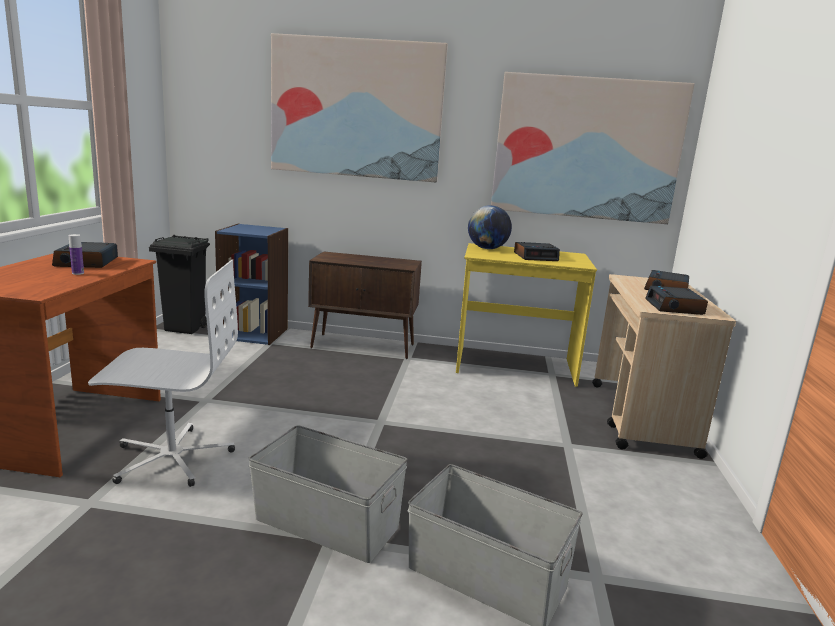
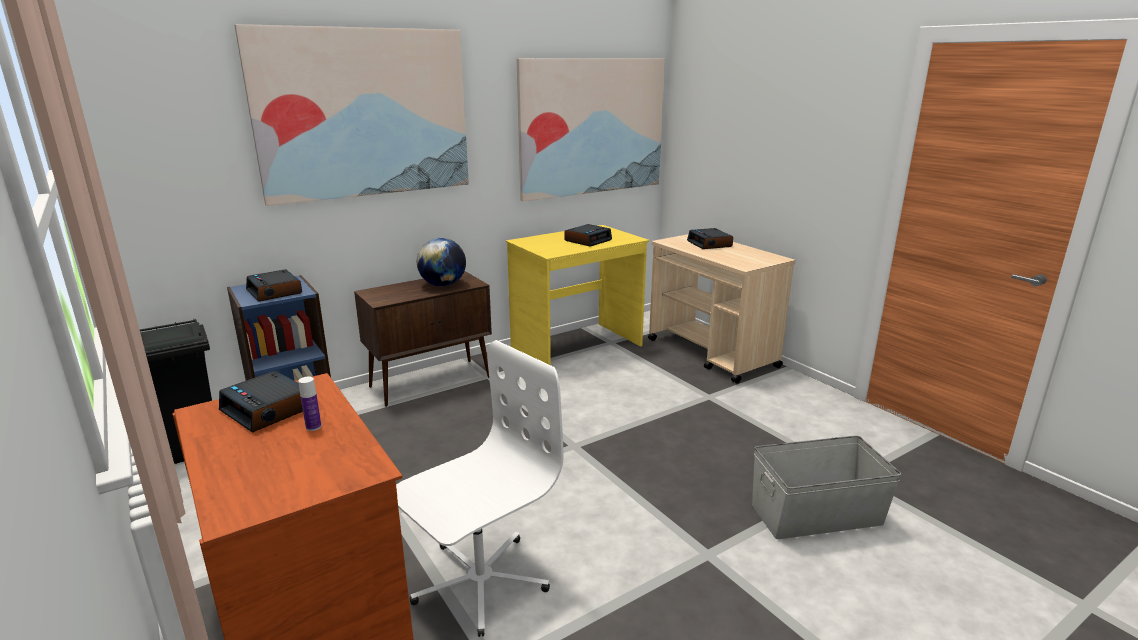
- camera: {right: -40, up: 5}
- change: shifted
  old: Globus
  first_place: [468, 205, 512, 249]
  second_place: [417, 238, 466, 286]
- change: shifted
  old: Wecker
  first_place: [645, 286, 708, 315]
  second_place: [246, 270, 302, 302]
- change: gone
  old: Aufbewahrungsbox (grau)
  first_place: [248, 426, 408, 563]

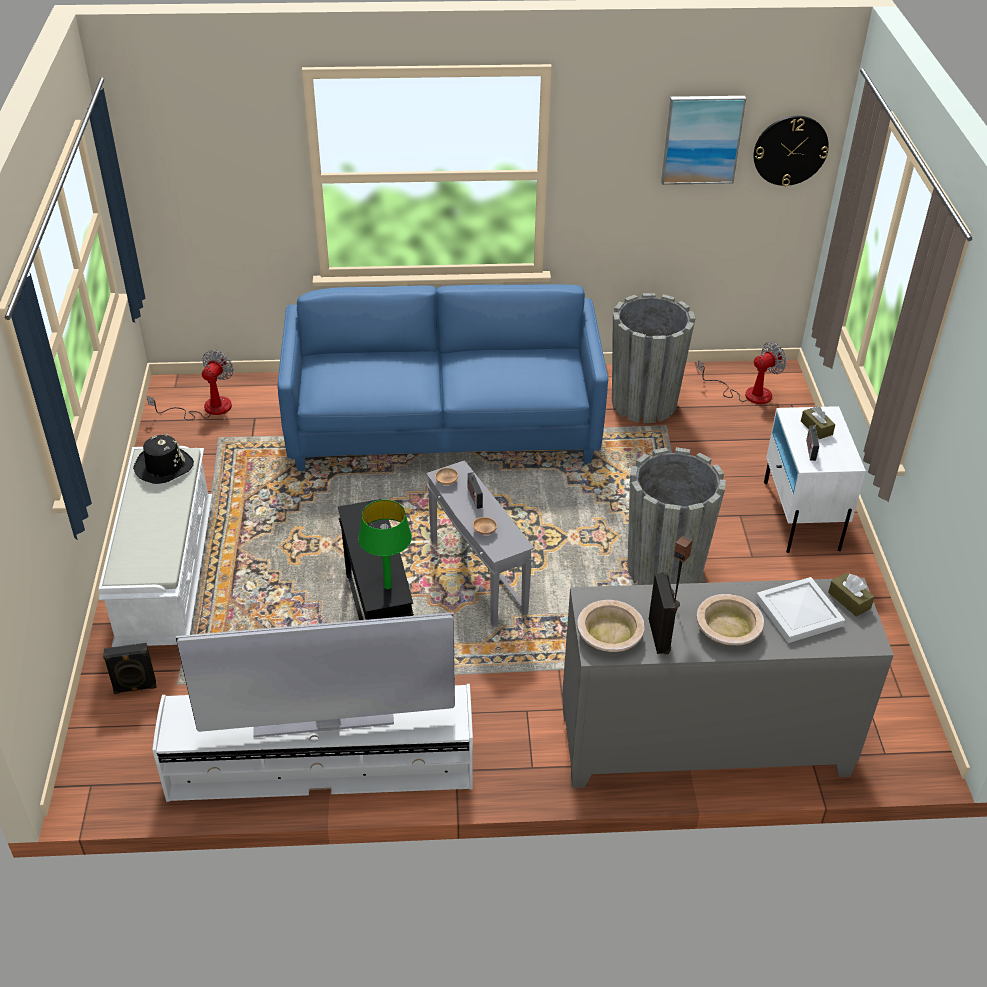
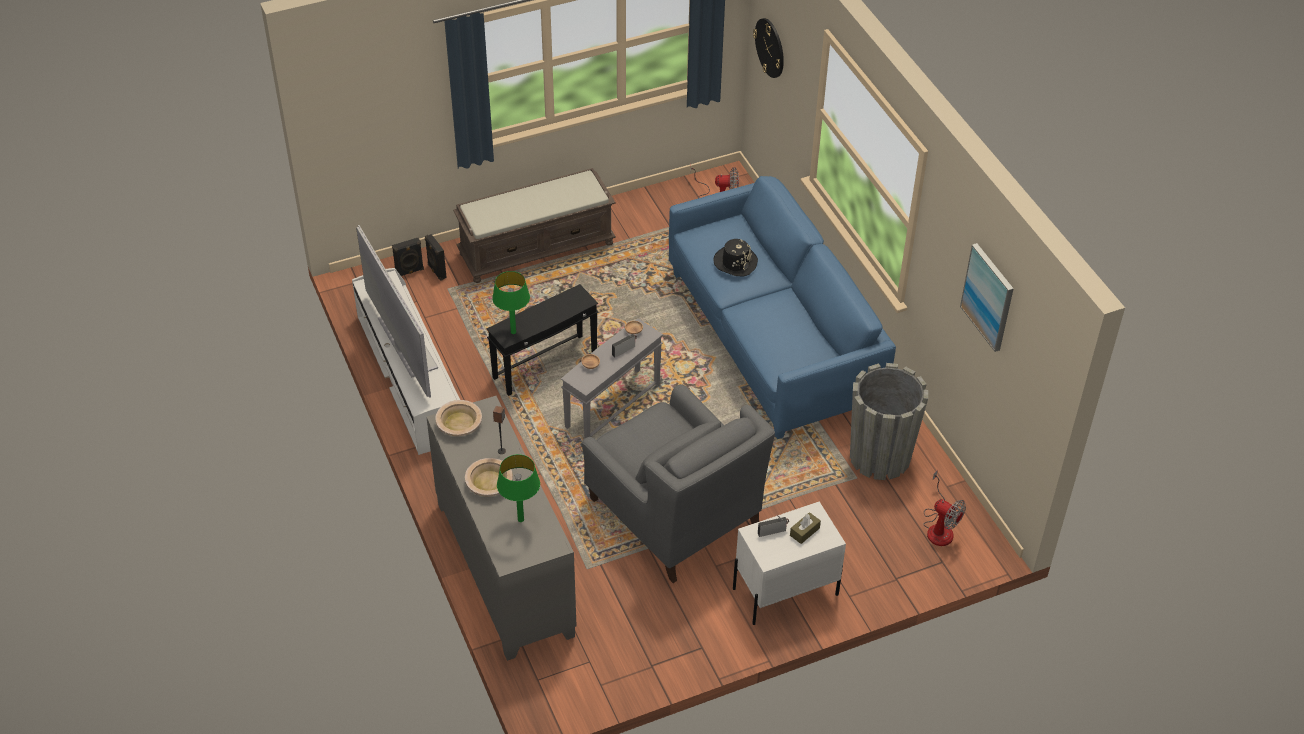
- camera: {right: 70, up: 5}
- change: shifted
  old: Wanduhr
  first_place: [754, 116, 829, 186]
  second_place: [753, 18, 784, 78]
- change: shifted
  old: Hut (schwarz)
  first_place: [133, 434, 194, 484]
  second_place: [713, 239, 758, 276]
- change: repainted
  old: Bank (weiß)
  new: Bank (braun)
  first_place: [98, 446, 212, 647]
  second_place: [453, 168, 616, 283]
- change: swapped
  old: Pflanzkübel (grau)
  new: Sessel (grau)
  first_place: [627, 447, 726, 585]
  second_place: [581, 384, 775, 583]
- change: shifted
  old: Lautsprecher (schwarz)
  first_place: [649, 572, 678, 654]
  second_place: [392, 238, 424, 276]
- change: gone
  old: Taschentuchbox (braun)
  first_place: [828, 573, 874, 617]
- change: swapped
  old: Tablett (weiß)
  new: Tischlampe (grün)
  first_place: [756, 577, 845, 643]
  second_place: [497, 454, 540, 522]

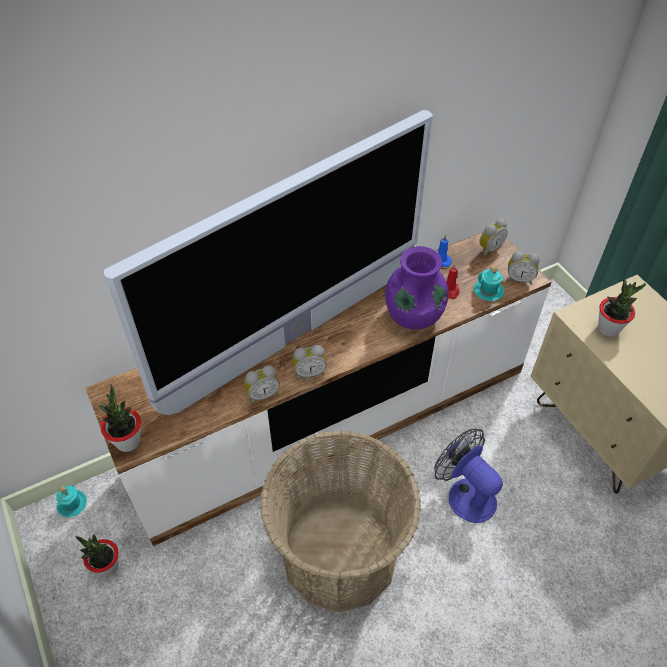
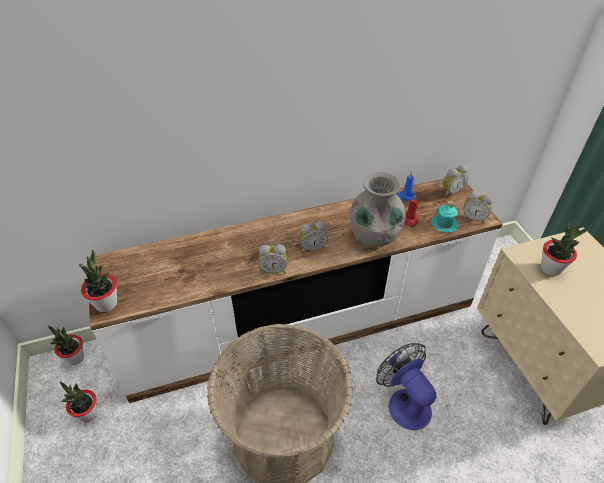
- camera: {right: 10, up: -5}
- change: gone
  old: Fernseher
  first_place: [104, 110, 433, 415]
- change: repainted
  old: Vase (lila)
  new: Vase (grau)
  first_place: [385, 246, 449, 330]
  second_place: [350, 172, 406, 247]
- change: shifted
  old: Wecker
  first_place: [244, 365, 280, 404]
  second_place: [299, 221, 328, 253]
- change: swapped
  old: Henkelbecher (türkis)
  new: Topfpflanze
  first_place: [56, 485, 87, 517]
  second_place: [48, 325, 84, 365]

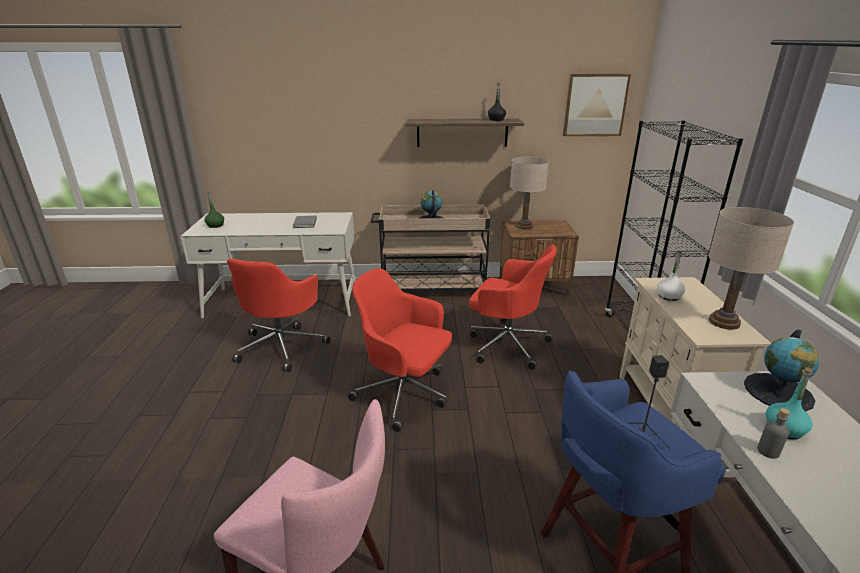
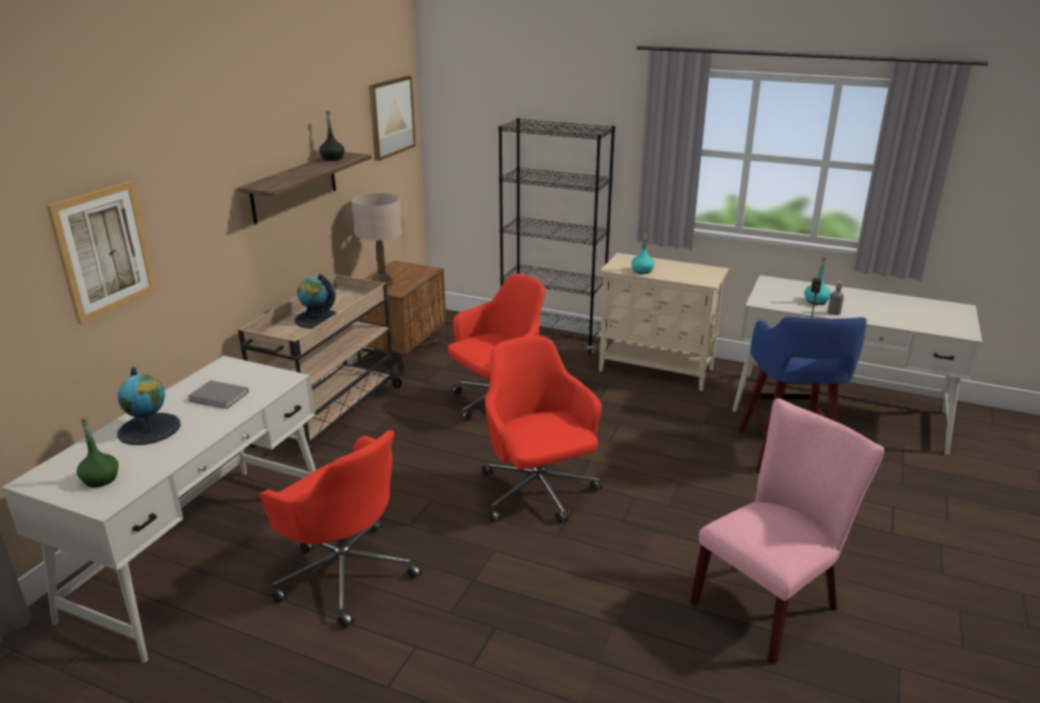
- camera: {right: -65, up: 0}
- change: gone
  old: Tischlampe (beige)
  first_place: [708, 207, 794, 330]
- change: repainted
  old: Flasche (weiß)
  new: Flasche (türkis)
  first_place: [657, 250, 685, 301]
  second_place: [631, 229, 655, 274]
- change: rotated
  old: Bürostuhl (rot)
  first_place: [348, 268, 452, 432]
  second_place: [482, 336, 602, 523]
  degrees: 105
- change: shifted
  old: Globus
  first_place: [744, 330, 819, 412]
  second_place: [117, 367, 180, 445]
- change: new
  new: Bild
  second_place: [47, 181, 157, 324]

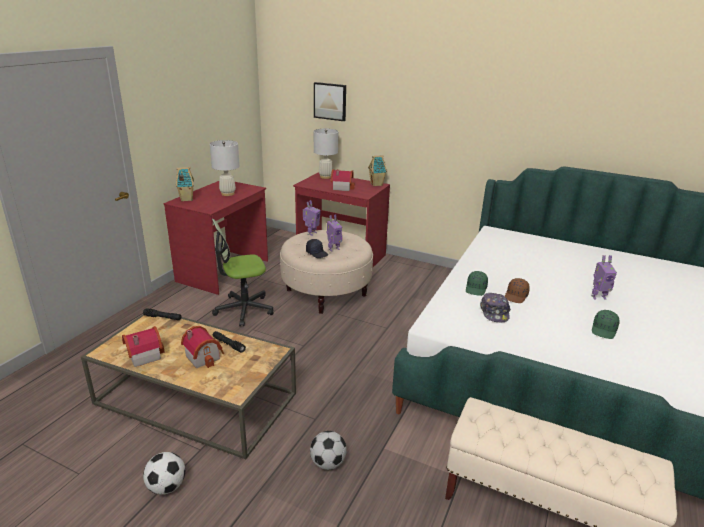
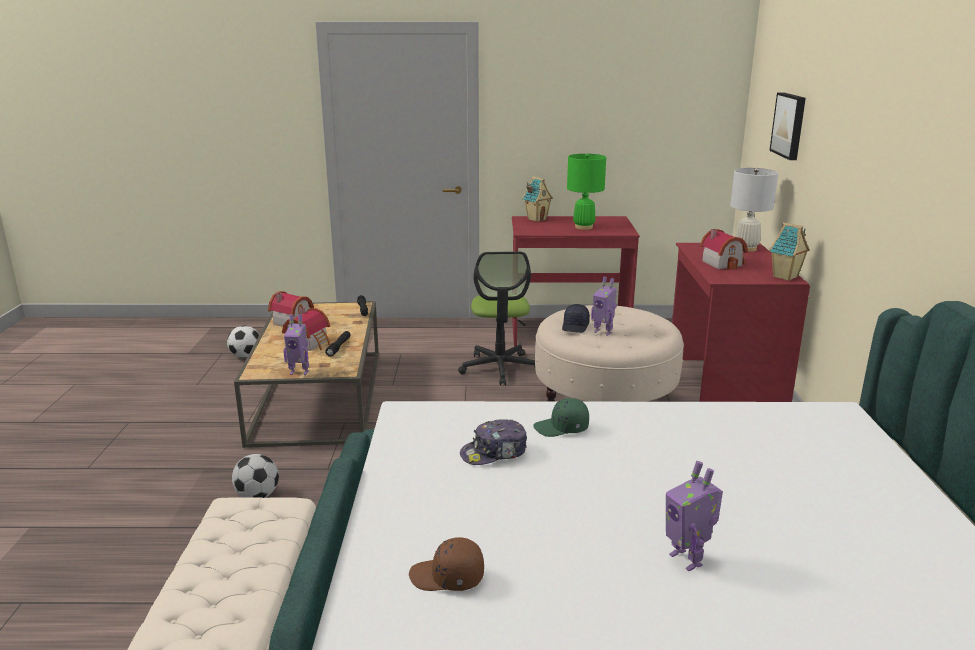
- camera: {right: 65, up: -5}
- change: repainted
  old: Tischlampe (weiß)
  new: Tischlampe (grün)
  first_place: [210, 140, 240, 196]
  second_place: [567, 153, 606, 230]
- change: shifted
  old: Spielzeugroboter
  first_place: [303, 200, 321, 236]
  second_place: [284, 314, 309, 375]
- change: rotated
  old: Bürostuhl
  first_place: [212, 219, 274, 326]
  second_place: [458, 251, 535, 385]
  degrees: -135
- change: shifted
  old: Kappe (braun)
  first_place: [504, 278, 530, 303]
  second_place: [409, 537, 484, 591]
- change: gone
  old: Kappe (grün)
  first_place: [592, 310, 619, 339]
- change: shifted
  old: Fußball
  first_place: [143, 452, 185, 495]
  second_place: [227, 326, 259, 358]

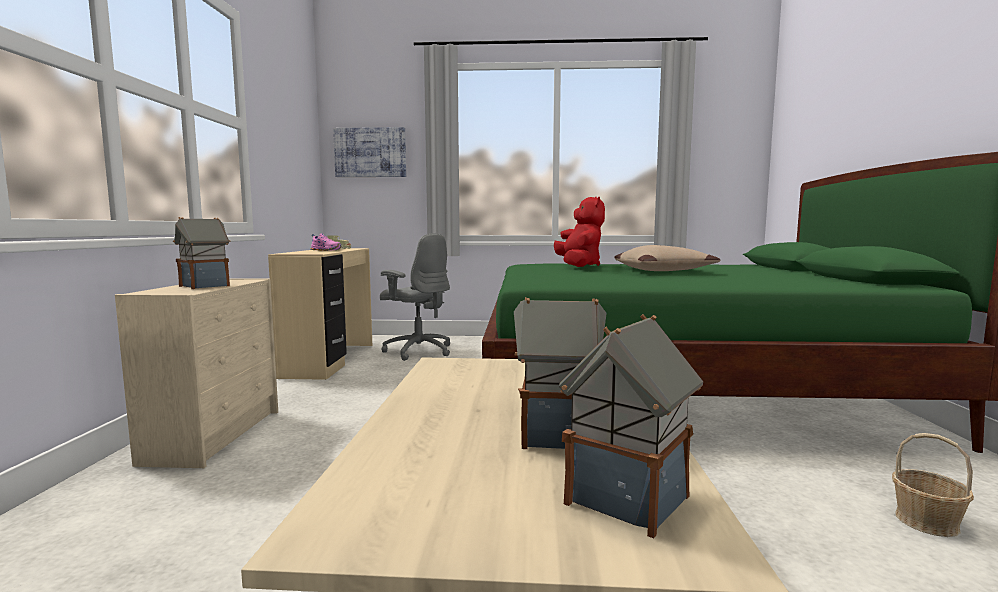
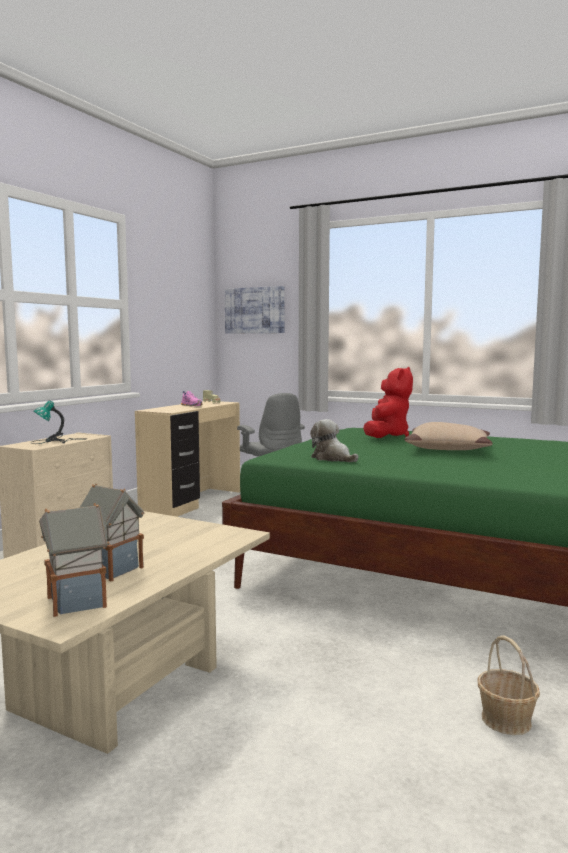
- camera: {right: 25, up: 0}
- change: swapped
  old: Spielzeughaus
  new: Tischlampe
  first_place: [173, 217, 230, 289]
  second_place: [31, 401, 88, 444]
- change: new
  new: Plüschtier
  second_place: [310, 419, 358, 462]

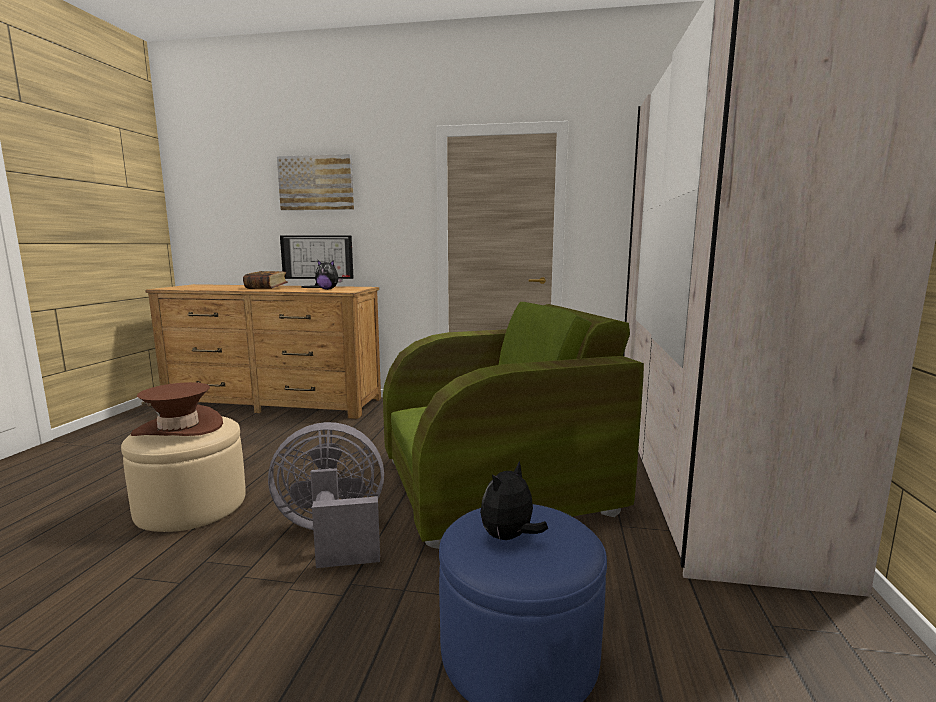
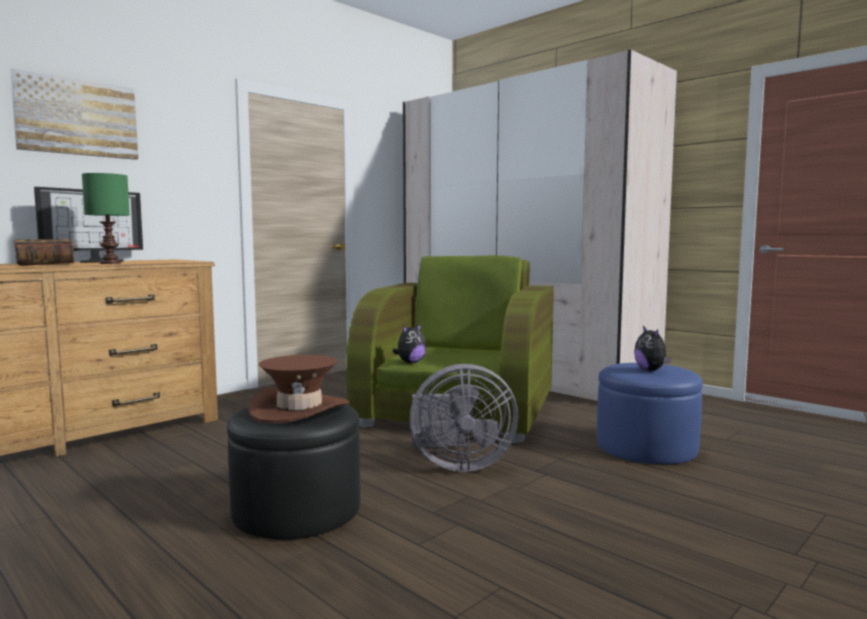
- camera: {right: -55, up: -5}
- change: shifted
  old: Plüschtier
  first_place: [315, 260, 342, 290]
  second_place: [392, 324, 426, 363]
- change: repainted
  old: Polsterhocker (beige)
  new: Polsterhocker (schwarz)
  first_place: [121, 416, 246, 532]
  second_place: [227, 404, 360, 540]
- change: rotated
  old: Ventilator (grau)
  first_place: [268, 422, 384, 568]
  second_place: [410, 364, 518, 472]
  degrees: -120
- change: new
  new: Tischlampe (grün)
  second_place: [82, 173, 130, 264]

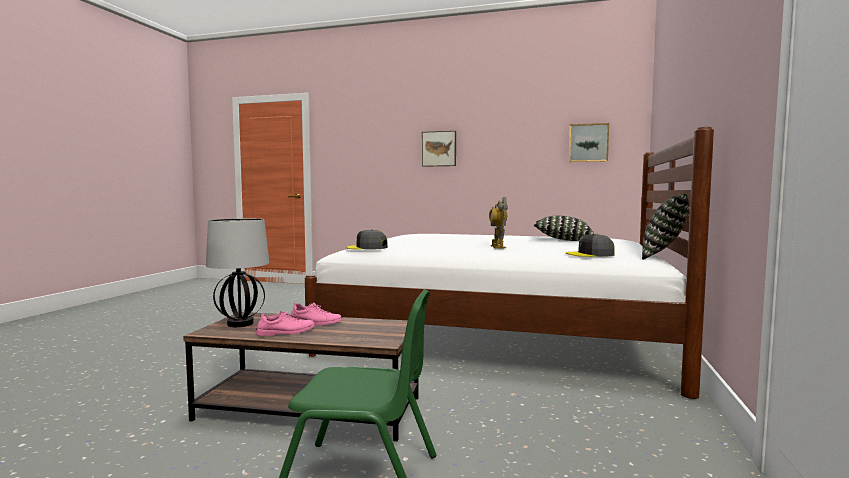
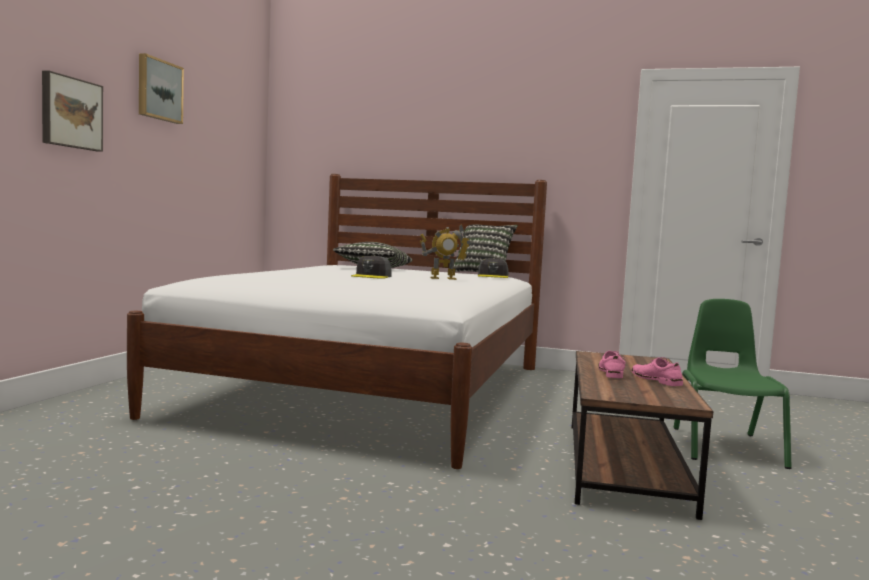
- camera: {right: -90, up: 0}
- change: shifted
  old: Bild
  first_place: [569, 123, 609, 162]
  second_place: [139, 53, 184, 124]
- change: gone
  old: Tischlampe
  first_place: [206, 218, 269, 327]
- change: shifted
  old: Kappe (grau)
  first_place: [346, 229, 388, 249]
  second_place: [351, 255, 392, 279]

